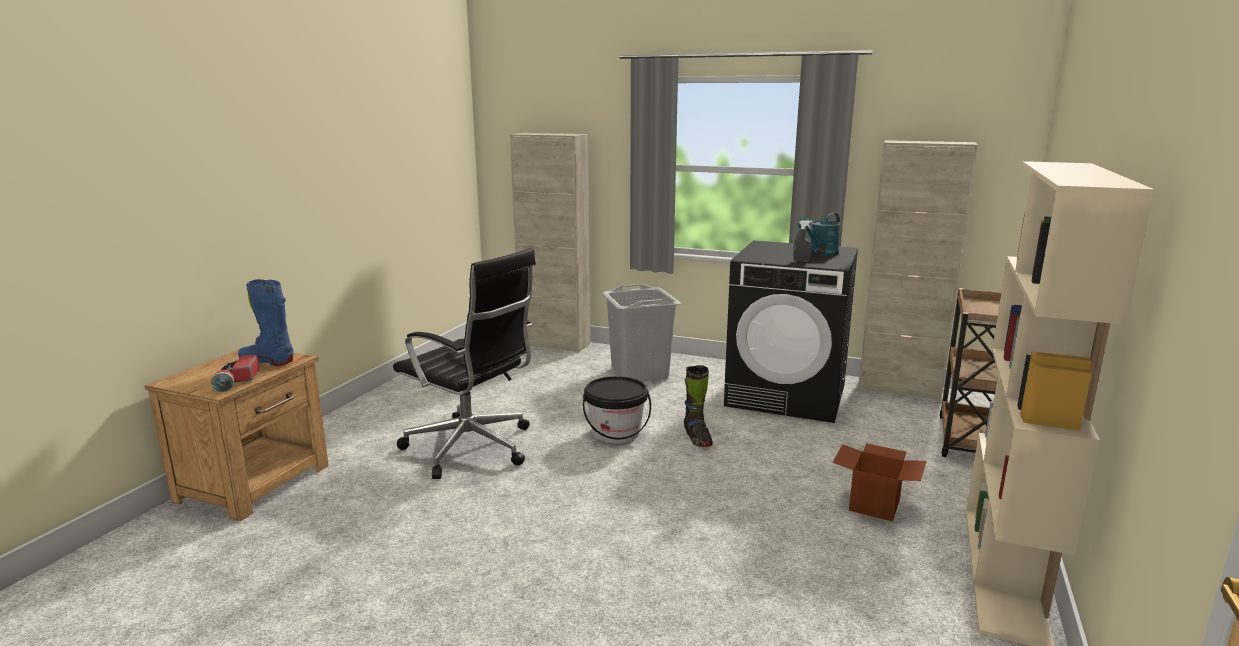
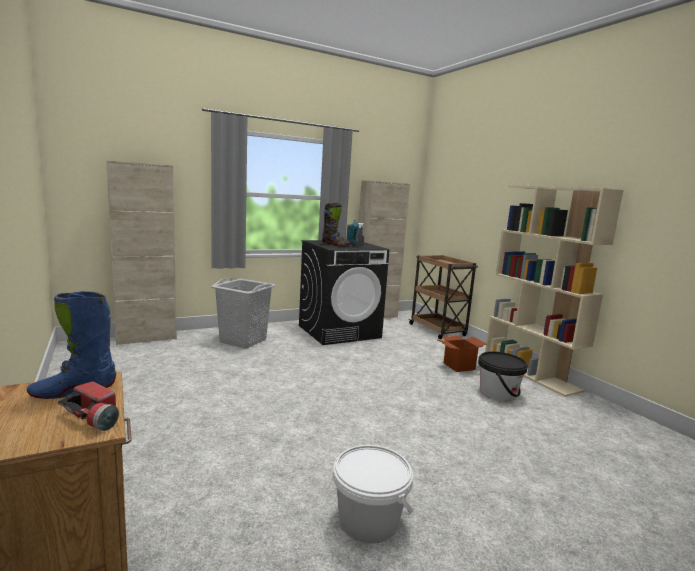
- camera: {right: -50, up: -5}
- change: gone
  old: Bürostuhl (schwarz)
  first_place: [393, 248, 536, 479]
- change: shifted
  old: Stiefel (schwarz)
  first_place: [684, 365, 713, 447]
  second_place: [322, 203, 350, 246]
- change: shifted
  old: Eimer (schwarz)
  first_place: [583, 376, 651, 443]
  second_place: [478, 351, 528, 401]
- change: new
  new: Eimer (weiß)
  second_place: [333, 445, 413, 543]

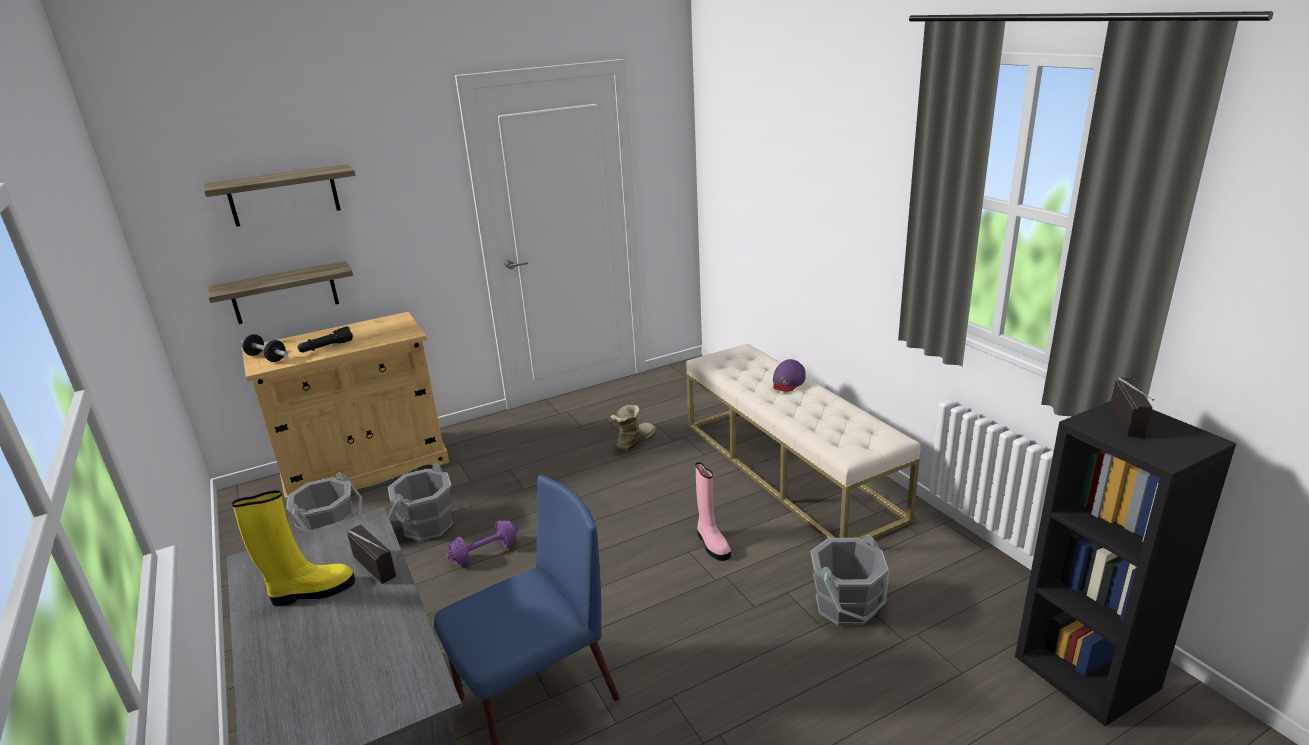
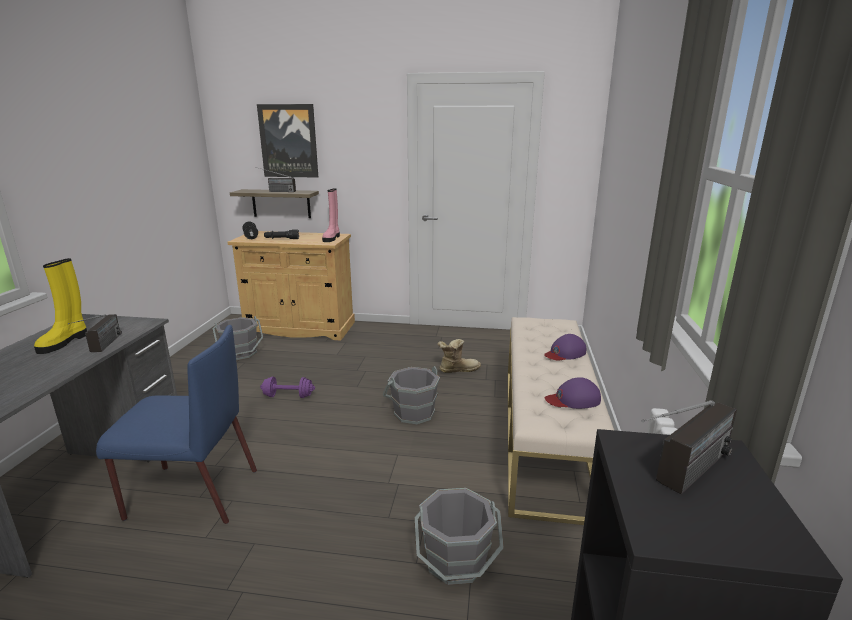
- camera: {right: 35, up: -5}
- change: swapped
  old: Wandregal
  new: Bild
  first_place: [204, 164, 355, 227]
  second_place: [257, 104, 318, 178]
- change: shifted
  old: Stiefel (rosa)
  first_place: [696, 462, 731, 561]
  second_place: [322, 188, 340, 242]
- change: shifted
  old: Eimer (grau)
  first_place: [388, 463, 453, 541]
  second_place: [383, 366, 440, 424]
- change: rotated
  old: Stiefel (gelb)
  first_place: [232, 490, 355, 606]
  second_place: [34, 258, 87, 354]
  degrees: 90
- change: new
  new: Radio
  second_place: [256, 167, 296, 192]
- change: new
  new: Kappe (lila)
  second_place: [545, 377, 601, 409]

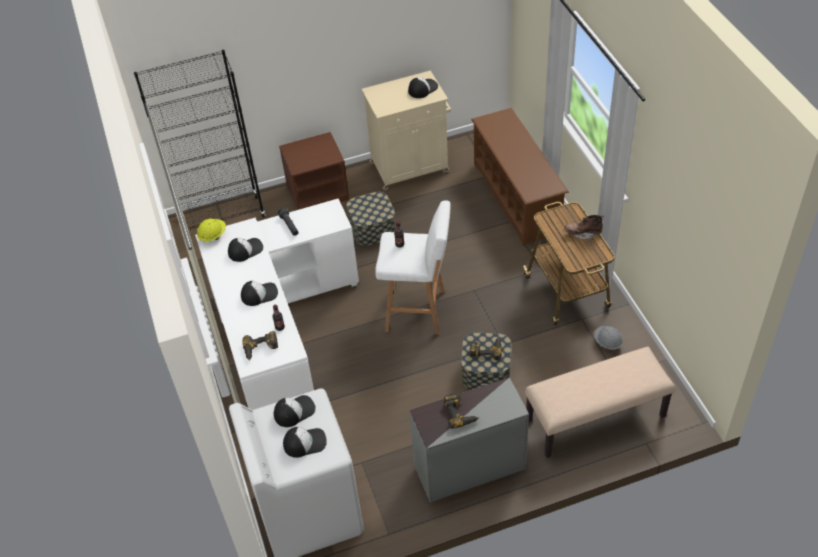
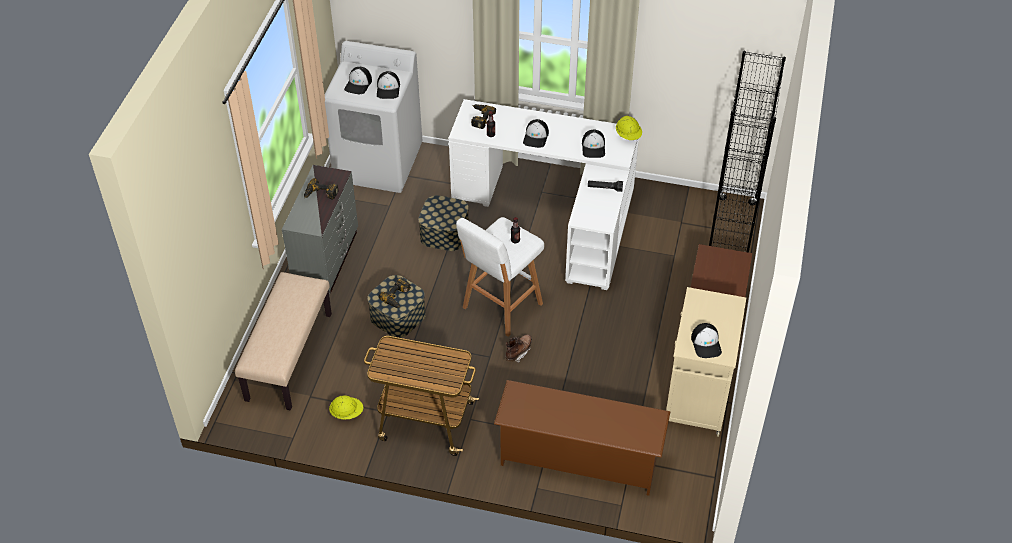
- camera: {right: 120, up: 0}
- change: shifted
  old: Aufbewahrungsbox
  first_place: [347, 192, 396, 246]
  second_place: [418, 195, 469, 251]
- change: shifted
  old: Stiefel (braun)
  first_place: [564, 215, 604, 239]
  second_place: [505, 334, 532, 363]
- change: repainted
  old: Schutzhelm (grau)
  new: Schutzhelm (gelb)
  first_place: [594, 326, 623, 350]
  second_place: [329, 395, 364, 420]

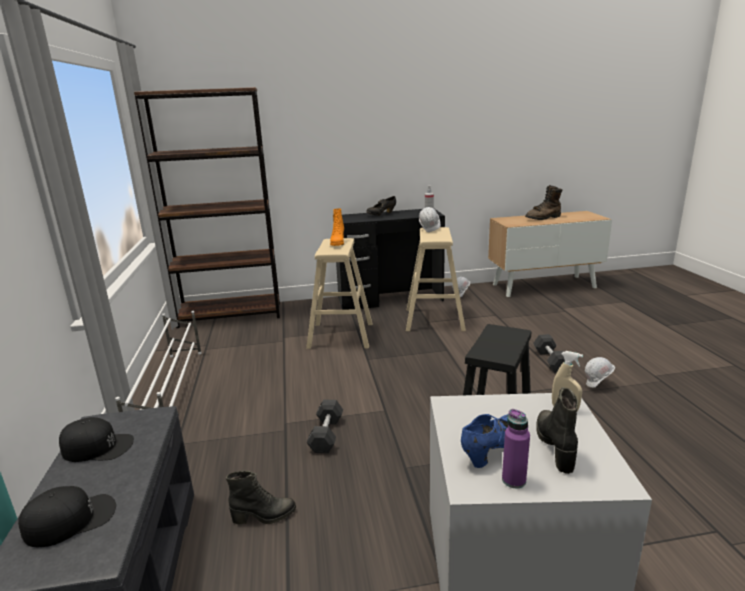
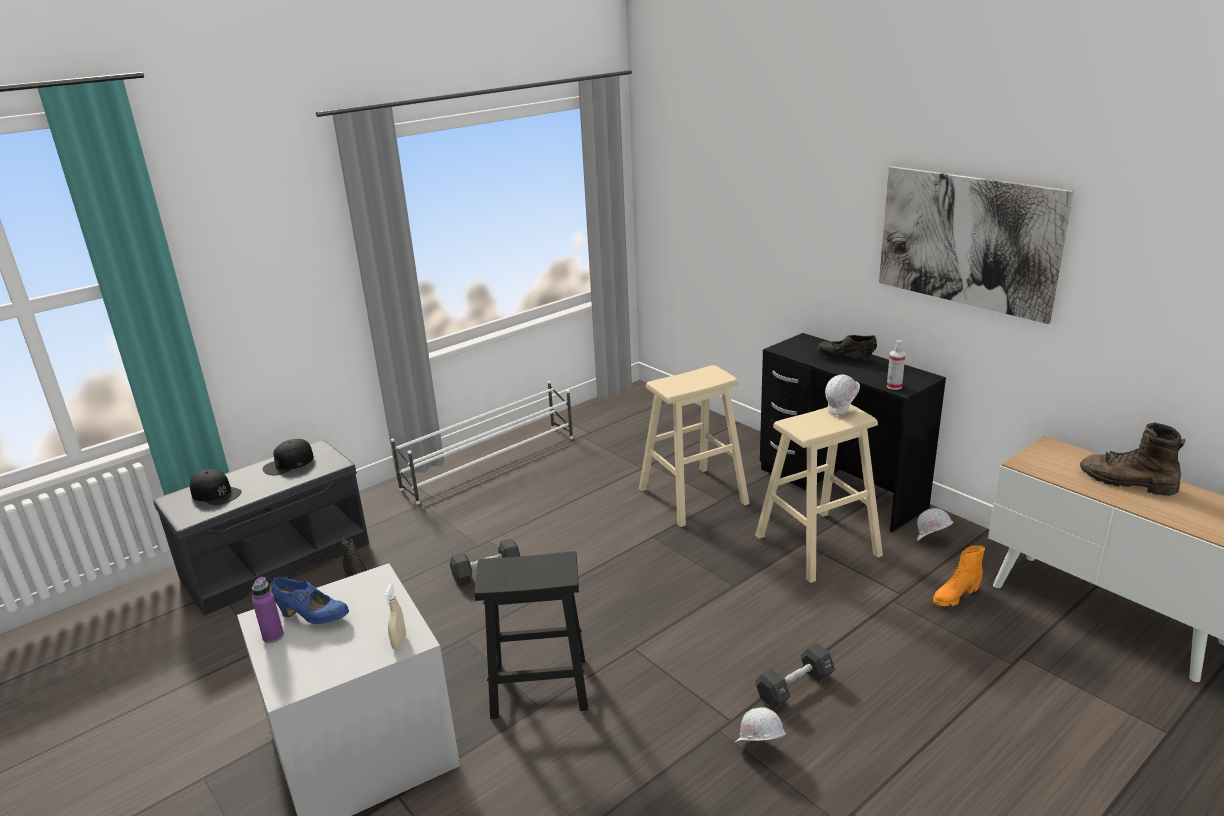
- camera: {right: 60, up: 5}
- change: gone
  old: Bücherregal (braun)
  first_place: [134, 87, 280, 328]
- change: shifted
  old: Stiefel (orange)
  first_place: [330, 208, 344, 246]
  second_place: [933, 546, 985, 607]
- change: gone
  old: Stiefel (schwarz)
  first_place: [536, 387, 578, 474]
- change: rotated
  old: Kappe (schwarz)
  first_place: [59, 417, 134, 462]
  second_place: [263, 439, 314, 475]
  degrees: 75
- change: new
  new: Bild
  second_place: [879, 166, 1074, 324]

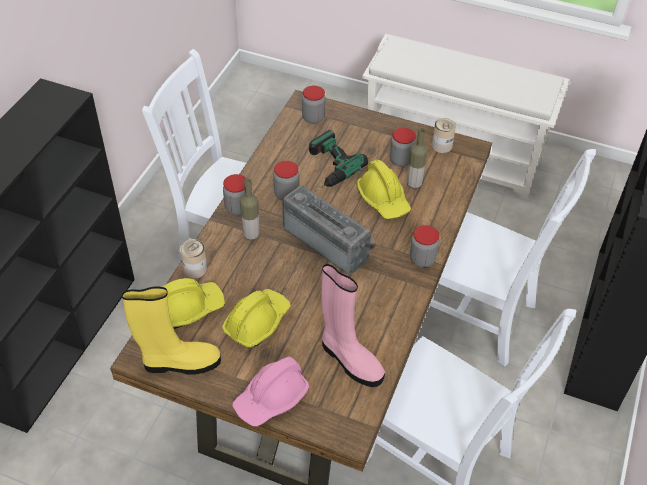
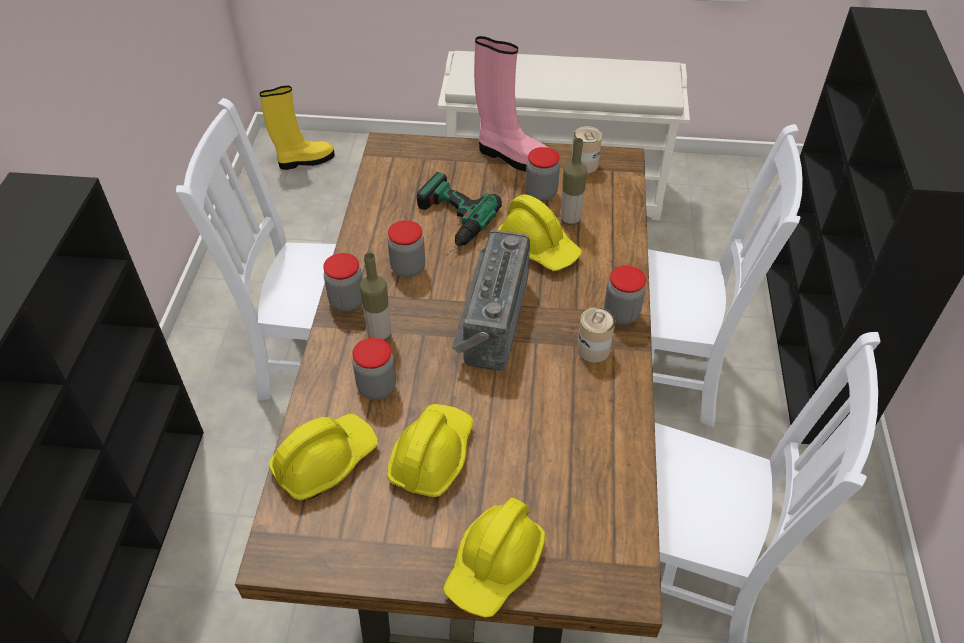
- camera: {right: -15, up: 0}
- change: shifted
  old: Vorratsglas
  first_place: [302, 86, 326, 124]
  second_place: [352, 338, 396, 400]
- change: rotated
  old: Radio
  first_place: [283, 185, 377, 275]
  second_place: [452, 230, 530, 371]
  degrees: -105
- change: shifted
  old: Dose
  first_place: [180, 239, 207, 278]
  second_place: [577, 307, 615, 362]
- change: shifted
  old: Stiefel (rosa)
  first_place: [321, 264, 385, 387]
  second_place: [474, 36, 548, 172]
- change: shifted
  old: Stiefel (gelb)
  first_place: [122, 286, 221, 375]
  second_place: [260, 86, 335, 170]
- change: repainted
  old: Schutzhelm (rosa)
  new: Schutzhelm (gelb)
  first_place: [233, 357, 309, 427]
  second_place: [443, 497, 545, 618]

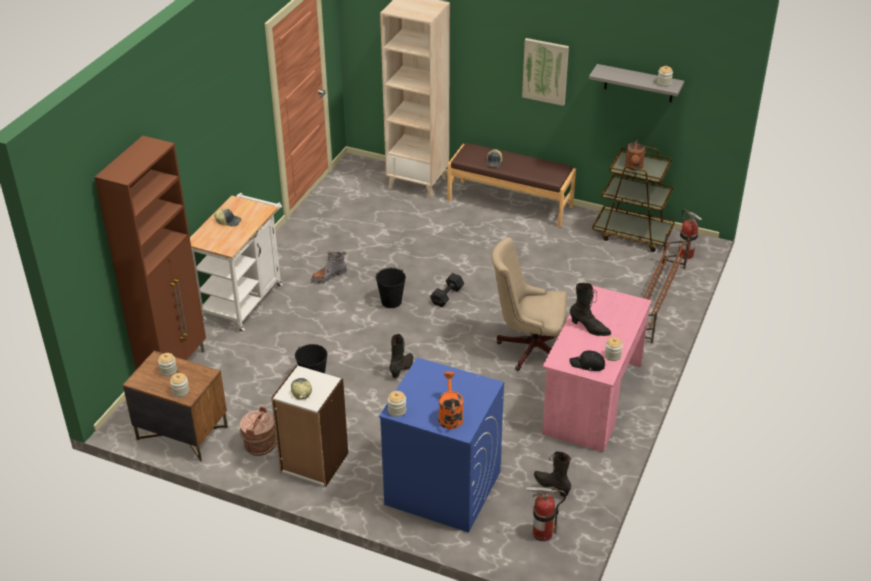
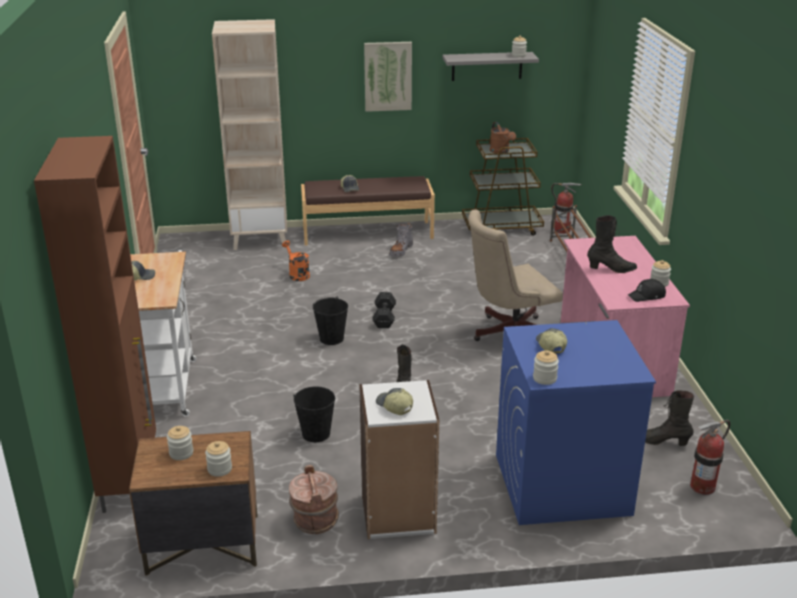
- camera: {right: -30, up: -10}
- change: shifted
  old: Stiefel (grau)
  first_place: [311, 252, 347, 283]
  second_place: [389, 223, 413, 257]
- change: shifted
  old: Gießkanne (orange)
  first_place: [438, 371, 464, 429]
  second_place: [282, 241, 310, 281]
- change: new
  new: Kappe
  second_place: [536, 328, 567, 354]

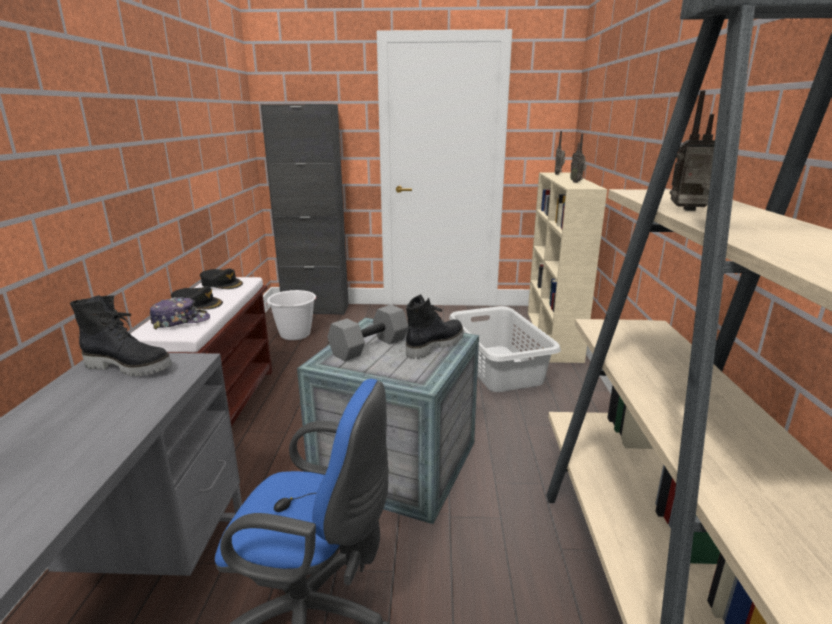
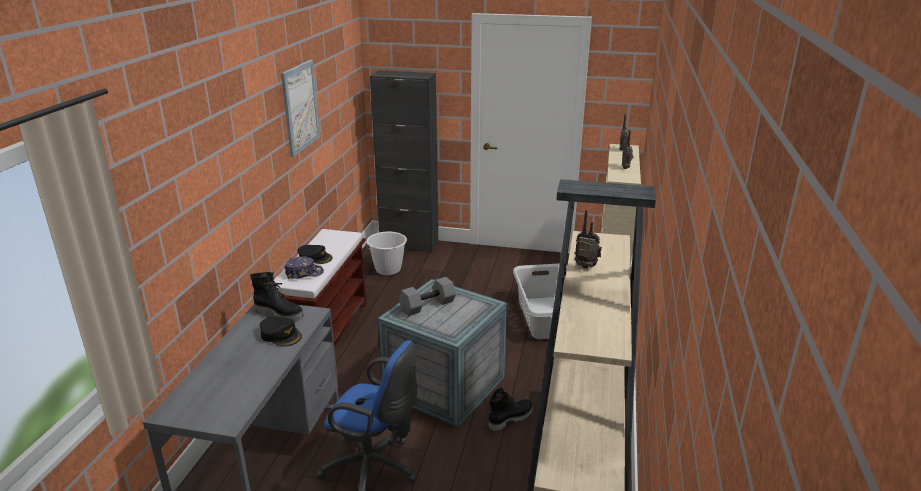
- camera: {right: 10, up: 5}
- change: shifted
  old: Kappe (schwarz)
  first_place: [200, 268, 243, 289]
  second_place: [260, 316, 302, 347]
- change: shifted
  old: Stiefel (schwarz)
  first_place: [406, 294, 464, 359]
  second_place: [489, 387, 533, 431]
- change: new
  new: Bild
  second_place: [281, 60, 320, 157]

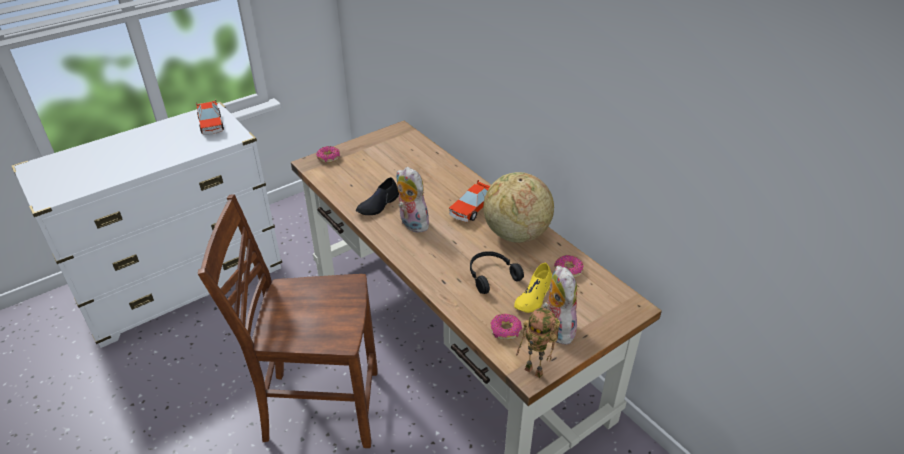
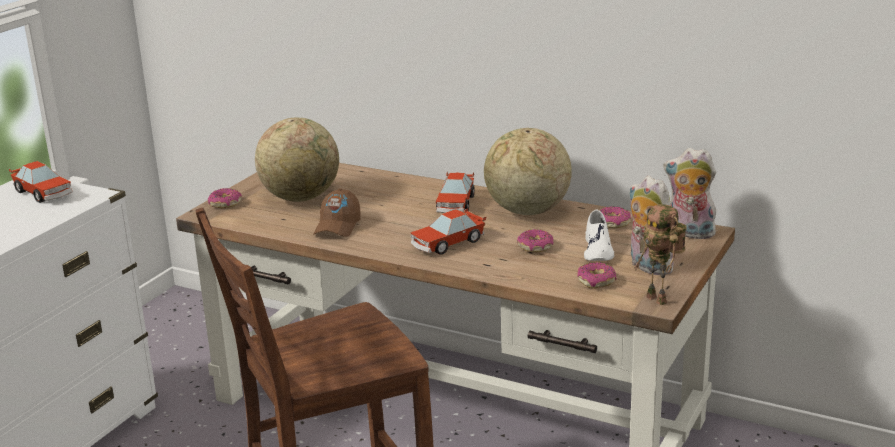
- camera: {right: -25, up: -15}
- change: shifted
  old: Plüschtier
  first_place: [396, 167, 429, 233]
  second_place: [664, 148, 718, 239]
- change: swapped
  old: Schuh (schwarz)
  new: Kappe (braun)
  first_place: [356, 177, 399, 215]
  second_place: [313, 188, 360, 237]
- change: swapped
  old: Kopfhörer (schwarz)
  new: Donut
  first_place: [470, 251, 524, 294]
  second_place: [517, 229, 554, 252]
- change: repainted
  old: Schuh (gelb)
  new: Schuh (weiß)
  first_place: [514, 263, 552, 313]
  second_place: [584, 209, 614, 261]
- change: rotated
  old: Spielzeugroboter
  first_place: [516, 308, 560, 378]
  second_place: [634, 204, 687, 305]
  degrees: 45
- change: new
  new: Globus
  second_place: [255, 117, 339, 202]
- change: new
  new: Spielzeugauto
  second_place: [410, 208, 486, 255]

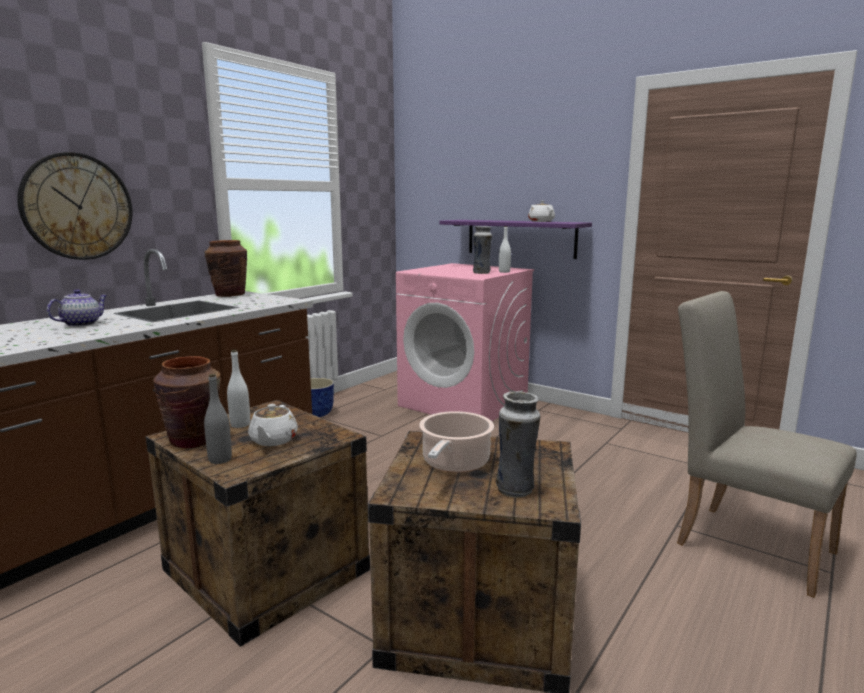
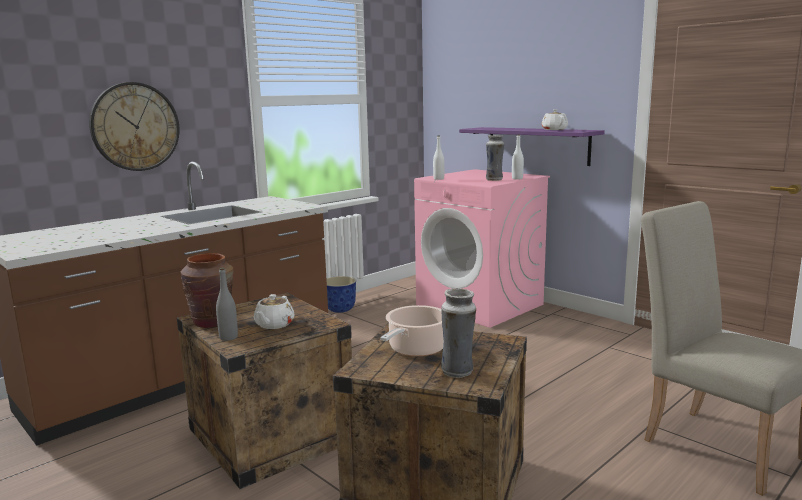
- camera: {right: 10, up: 0}
- change: gone
  old: Vase (braun)
  first_place: [205, 240, 247, 297]
- change: gone
  old: Teekanne
  first_place: [47, 289, 107, 327]
- change: shifted
  old: Flasche (weiß)
  first_place: [227, 350, 250, 428]
  second_place: [433, 136, 445, 180]

